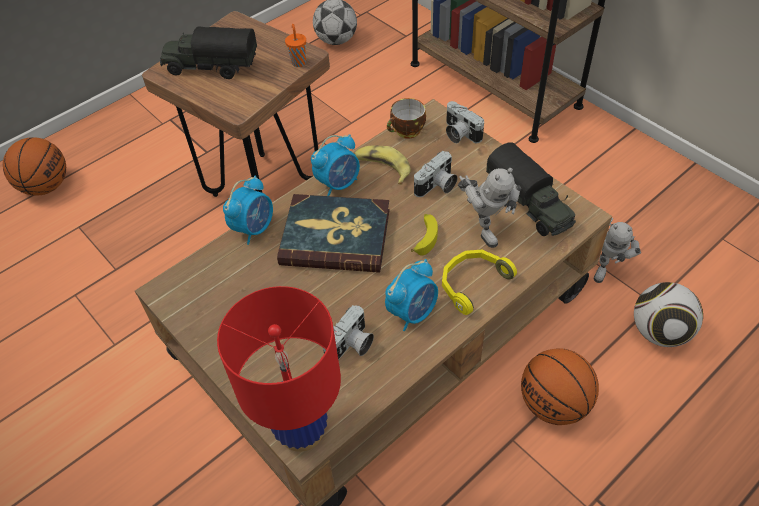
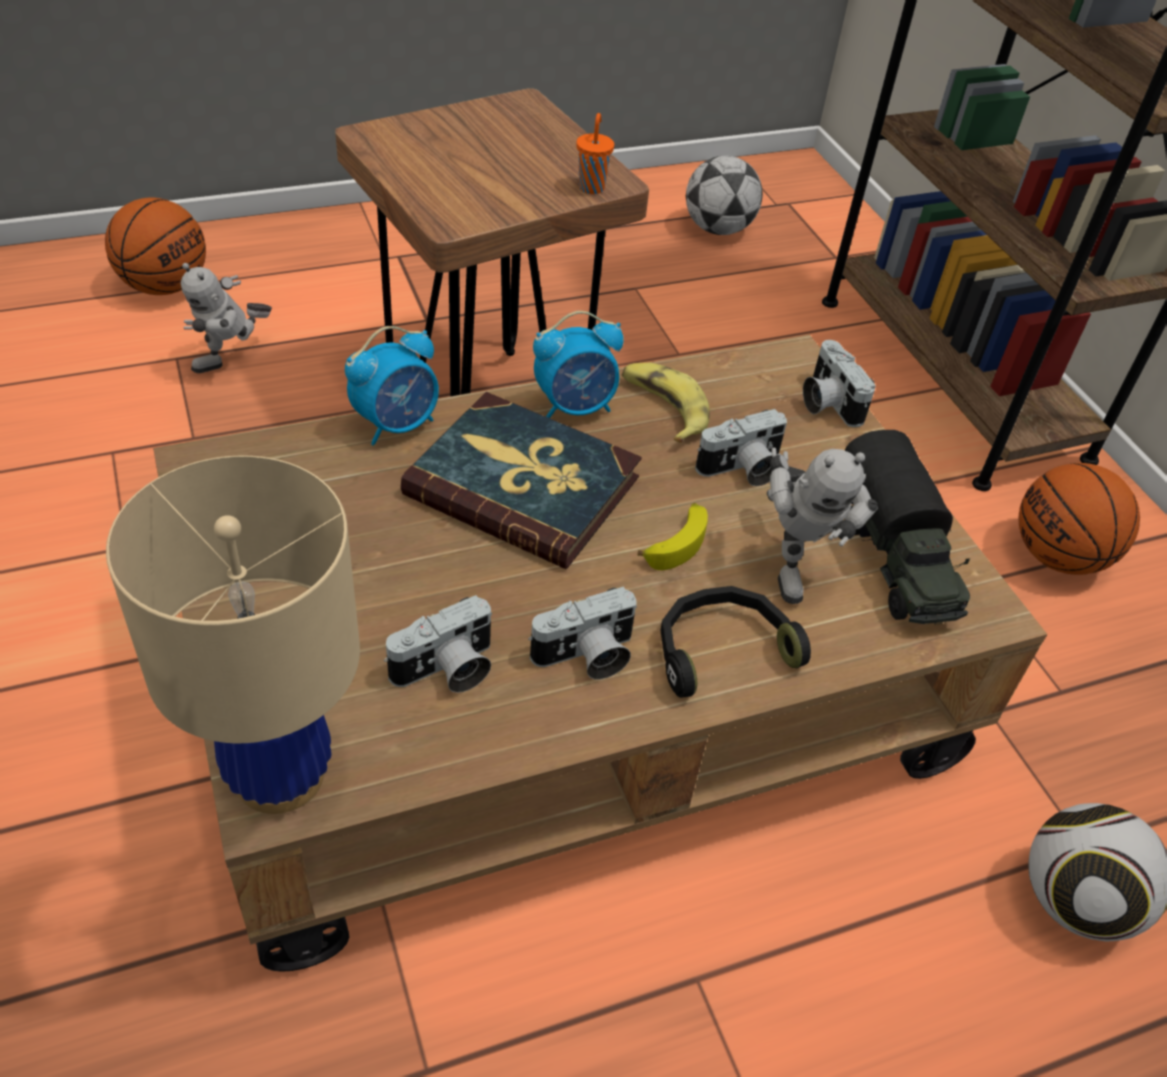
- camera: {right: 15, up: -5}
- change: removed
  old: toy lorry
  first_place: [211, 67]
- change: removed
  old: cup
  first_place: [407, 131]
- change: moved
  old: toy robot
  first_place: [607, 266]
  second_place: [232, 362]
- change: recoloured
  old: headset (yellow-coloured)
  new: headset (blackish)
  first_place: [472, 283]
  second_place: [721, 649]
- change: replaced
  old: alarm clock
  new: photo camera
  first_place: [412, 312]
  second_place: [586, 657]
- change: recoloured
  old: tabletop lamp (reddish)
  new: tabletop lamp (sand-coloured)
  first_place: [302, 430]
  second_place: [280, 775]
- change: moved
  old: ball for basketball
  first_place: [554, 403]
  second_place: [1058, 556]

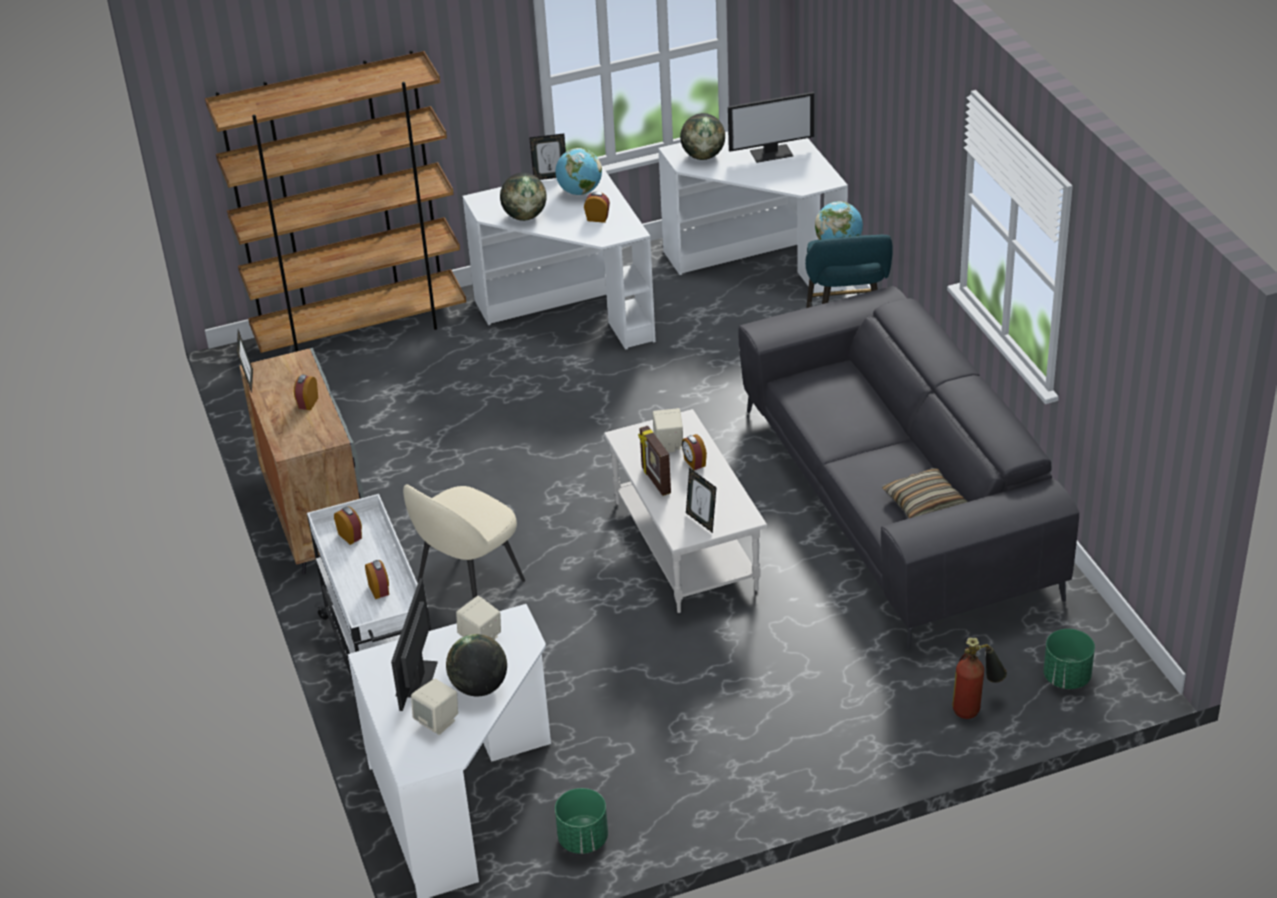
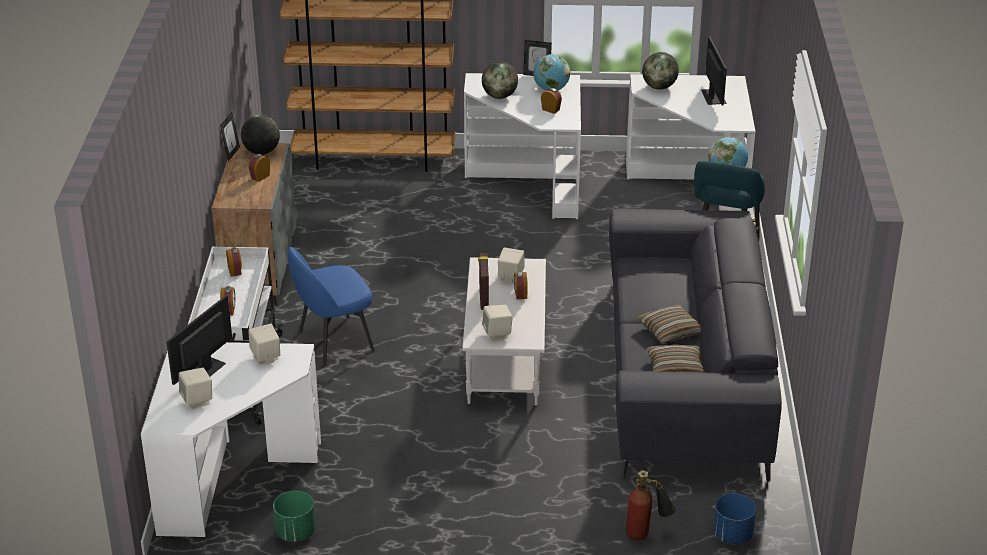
- camera: {right: 20, up: -5}
- change: turned
  old: computer display
  first_place: [771, 153]
  second_place: [712, 96]
  degrees: -105
- change: replaced
  old: standing frame
  new: speaker (sand-coloured)
  first_place: [701, 521]
  second_place: [497, 334]
- change: recoloured
  old: upright chair (sand-coloured)
  new: upright chair (bluish)
  first_place: [468, 583]
  second_place: [333, 341]
- change: recoloured
  old: planter (green-coloured)
  new: planter (bluish)
  first_place: [1066, 677]
  second_place: [732, 535]
- change: moved
  old: globe
  first_place: [479, 687]
  second_place: [262, 152]
- change: added
  new: throw pillow
  second_place: [670, 331]

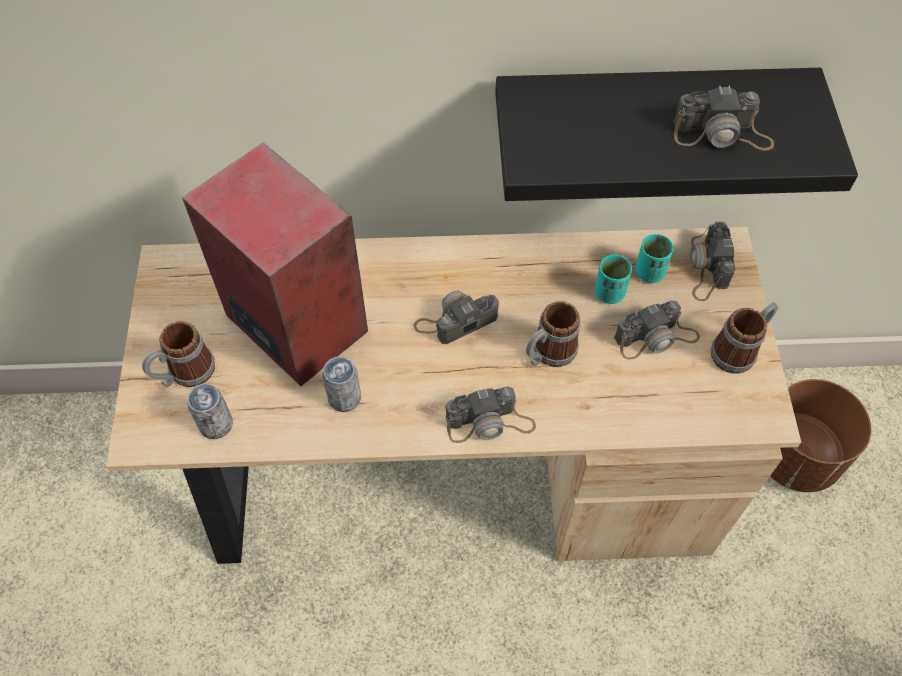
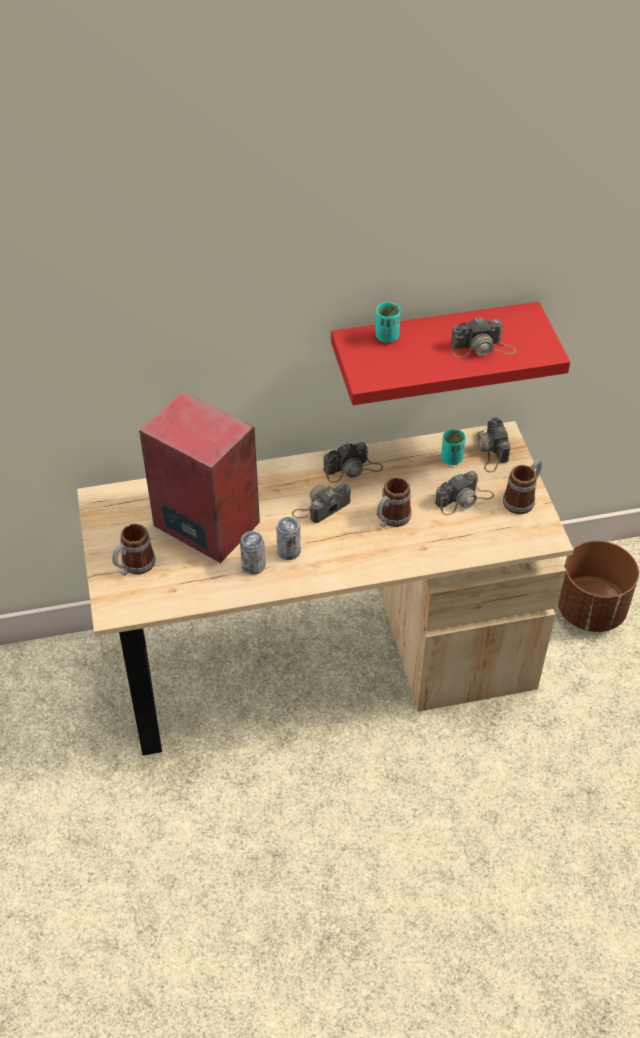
- camera: {right: -10, up: -10}
- change: recoloured
  old: bracket shelf (blackish)
  new: bracket shelf (reddish)
  first_place: [648, 115]
  second_place: [433, 346]
- change: moved
  old: cup (turquoise)
  first_place: [609, 293]
  second_place: [387, 336]
- change: moved
  old: can
  first_place: [216, 424]
  second_place: [288, 551]
- change: moved
  old: photo camera
  first_place: [489, 423]
  second_place: [352, 469]

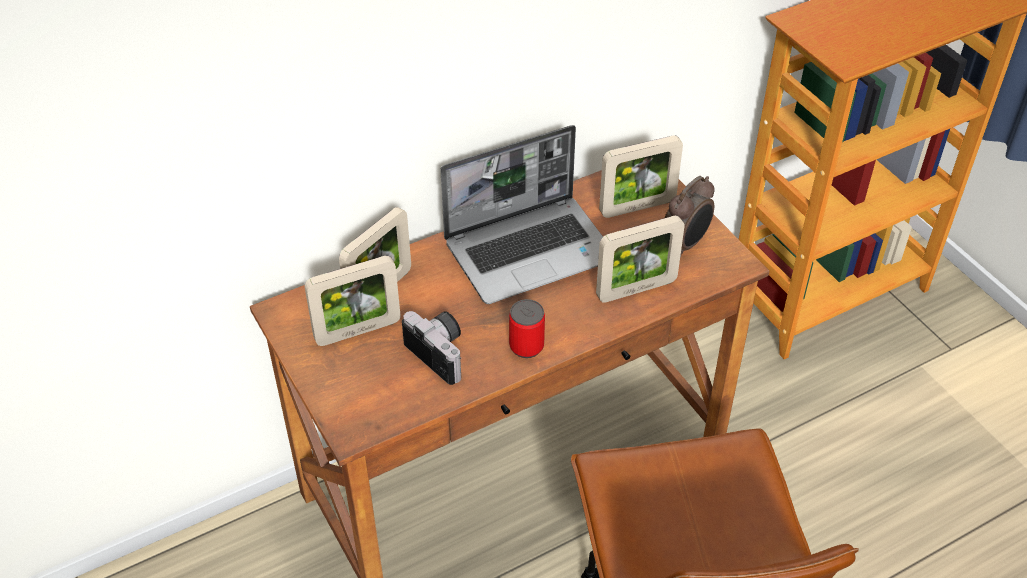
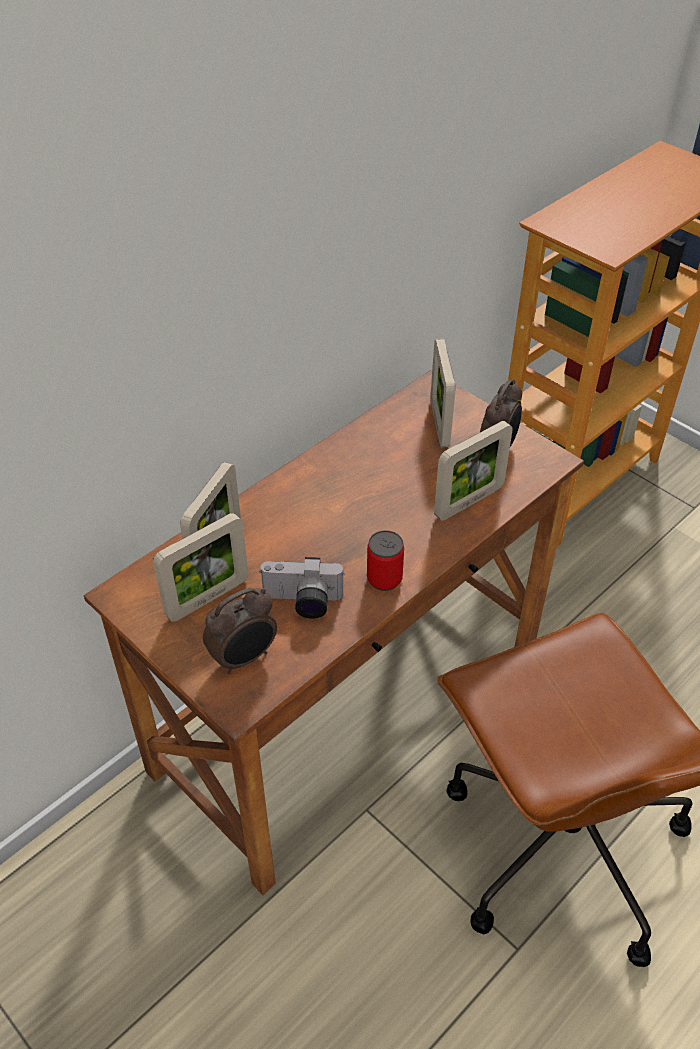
- camera: {right: -15, up: 0}
- change: removed
  old: portable computer
  first_place: [531, 250]
- change: turned
  old: standing frame
  first_place: [637, 207]
  second_place: [439, 423]
  degrees: 120
- change: turned
  old: photo camera
  first_place: [442, 353]
  second_place: [302, 603]
  degrees: 150
- change: added
  new: alarm clock
  second_place: [244, 658]

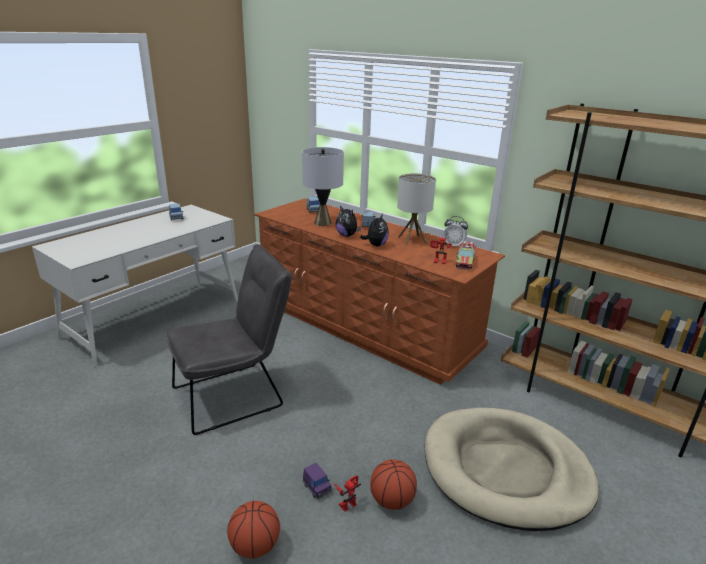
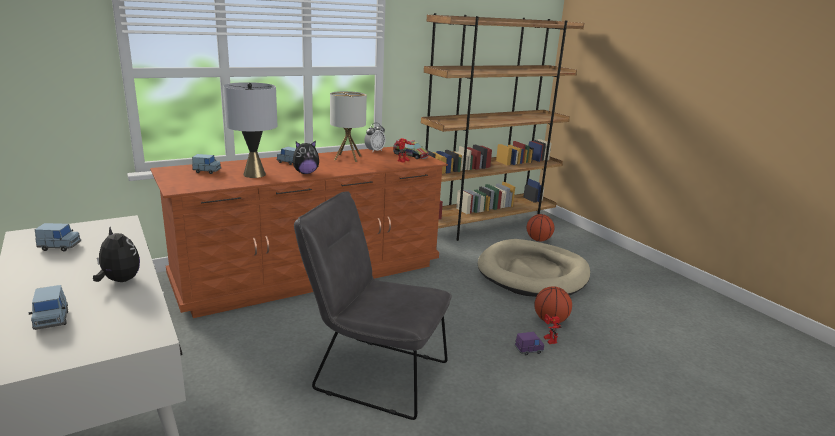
- camera: {right: -70, up: -5}
- change: moved
  old: plush toy
  first_place: [376, 245]
  second_place: [119, 280]
- change: turned
  old: upright chair (grey)
  first_place: [235, 395]
  second_place: [373, 373]
  degrees: -60
- change: moved
  old: ball for basketball
  first_place: [255, 546]
  second_place: [538, 240]
- change: added
  new: miniature car (bluish)
  second_place: [51, 320]

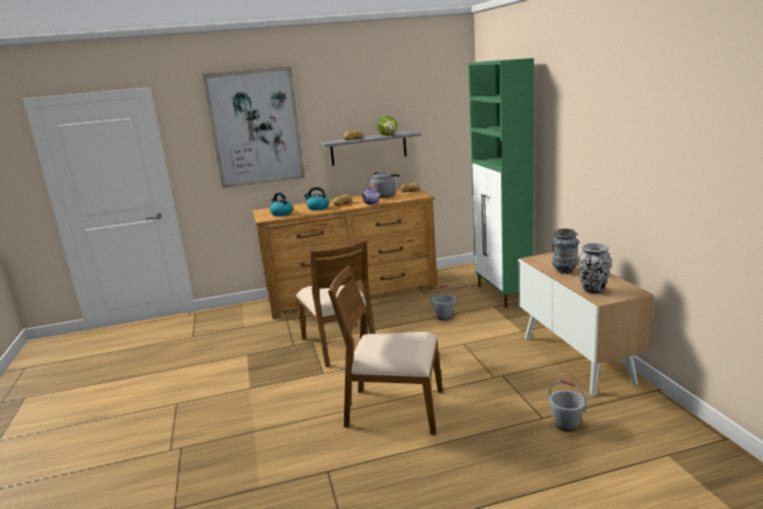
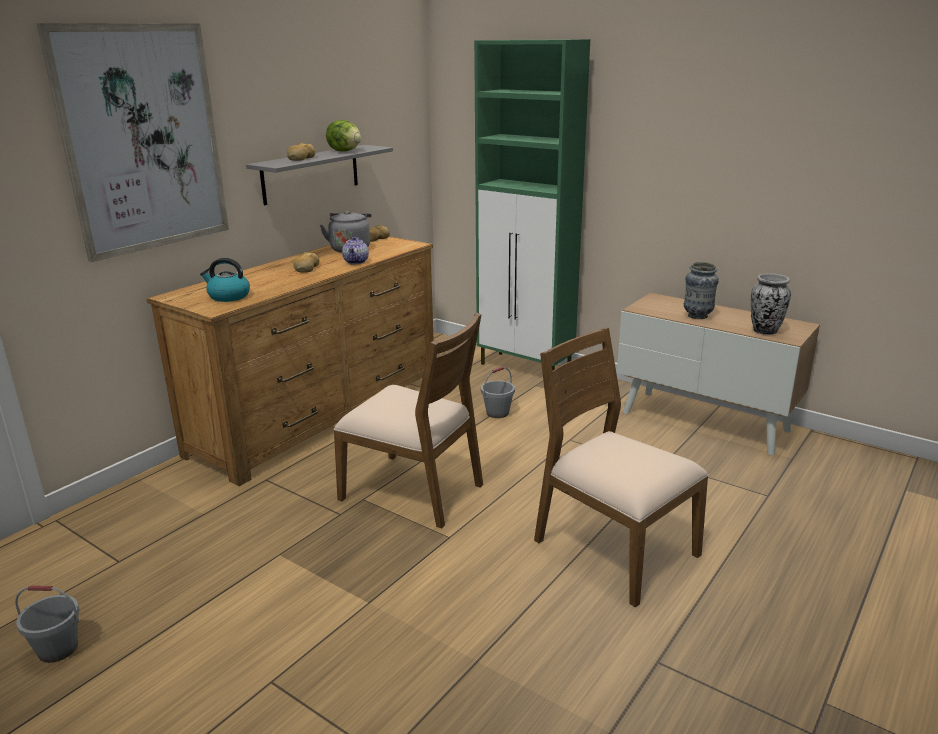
- camera: {right: -40, up: 5}
- change: removed
  old: tea kettle
  first_place: [317, 208]
- change: turned
  old: upright chair (brown-coloured)
  first_place: [394, 409]
  second_place: [613, 548]
  degrees: 75
- change: moved
  old: bucket (grey)
  first_place: [566, 424]
  second_place: [57, 649]

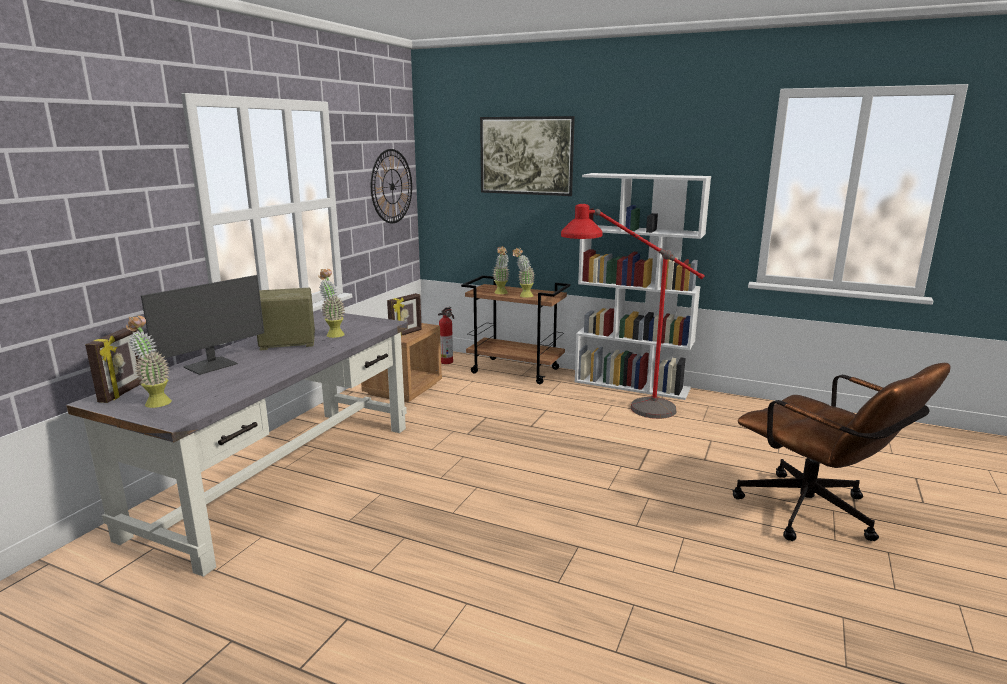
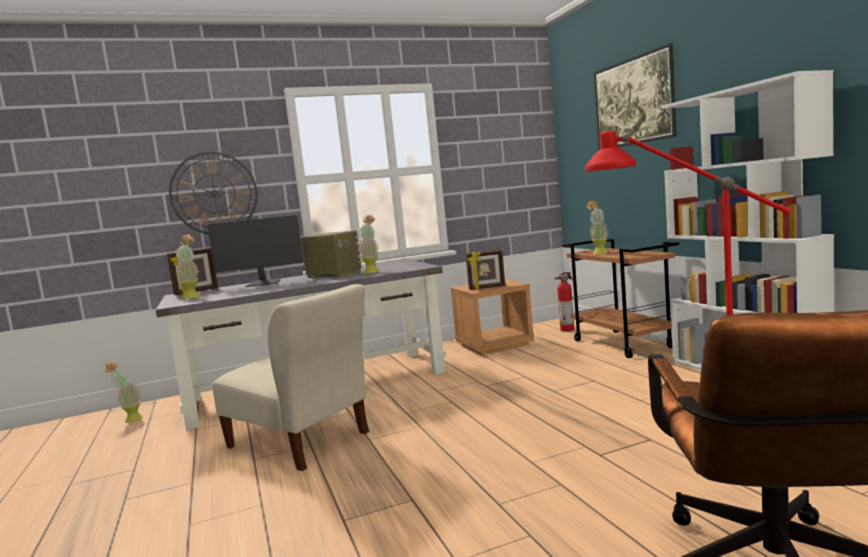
- camera: {right: 45, up: -10}
- change: moved
  old: clock on the wall
  first_place: [392, 186]
  second_place: [214, 193]
- change: moved
  old: houseplant
  first_place: [523, 296]
  second_place: [129, 420]
- change: added
  new: upright chair (sand-coloured)
  second_place: [301, 442]

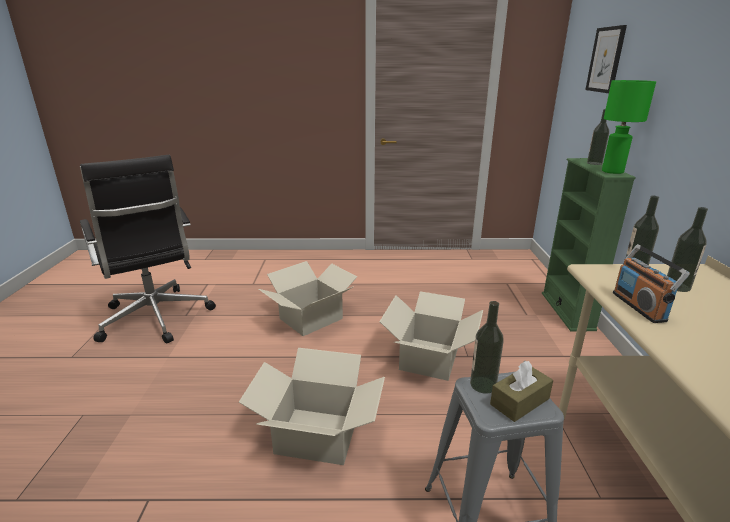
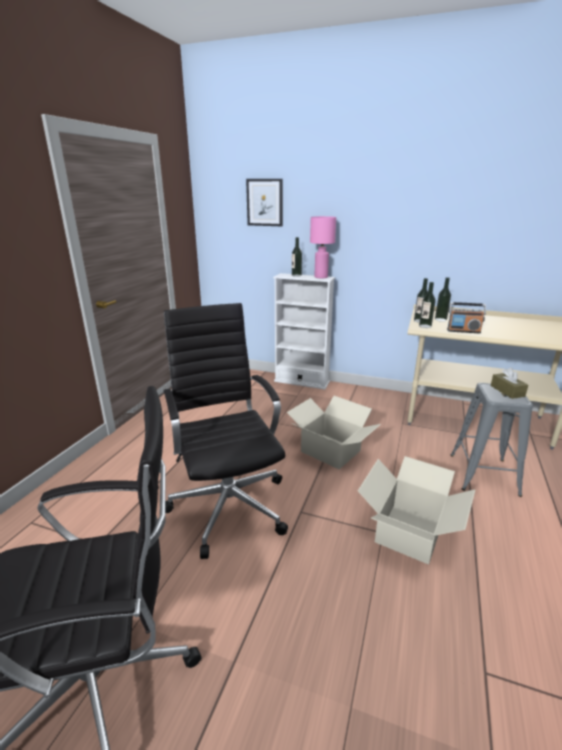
- camera: {right: -70, up: 0}
- change: recoloured
  old: tabletop lamp (green-coloured)
  new: tabletop lamp (pinkish)
  first_place: [612, 171]
  second_place: [320, 277]
- change: recoloured
  old: bookcase (green-coloured)
  new: bookcase (white)
  first_place: [567, 311]
  second_place: [301, 381]
- change: replaced
  old: carton
  new: office chair (blackish)
  first_place: [311, 318]
  second_place: [229, 504]
- change: moved
  old: drink bottle
  first_place: [483, 385]
  second_place: [425, 326]

